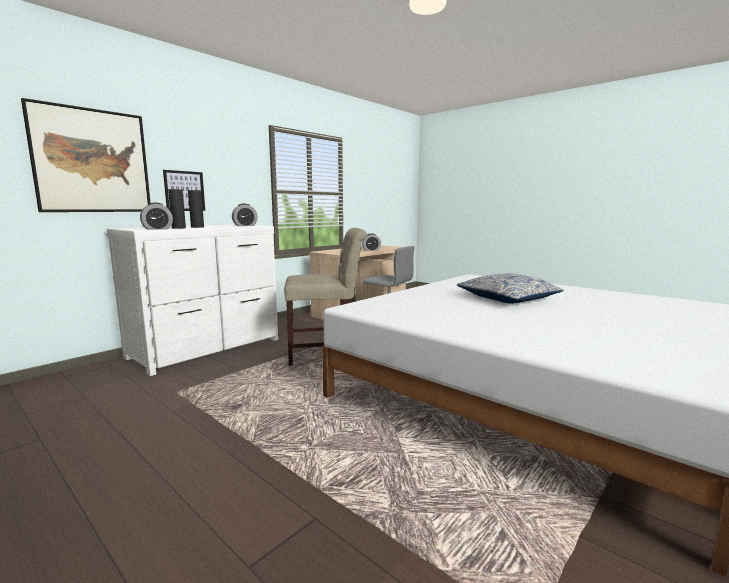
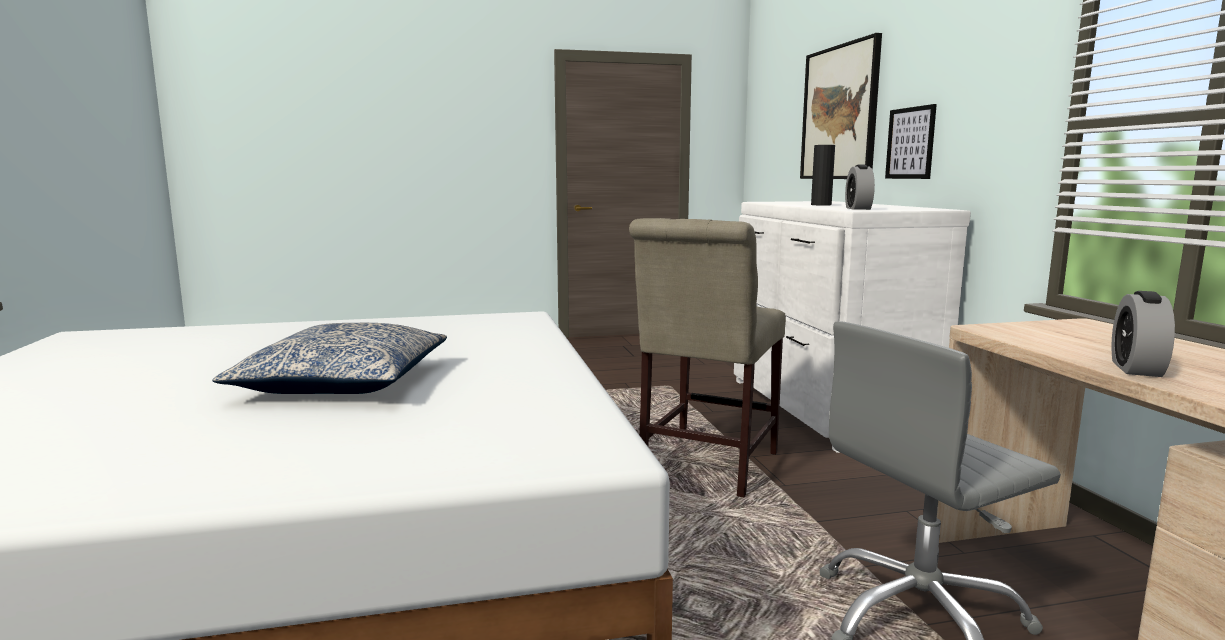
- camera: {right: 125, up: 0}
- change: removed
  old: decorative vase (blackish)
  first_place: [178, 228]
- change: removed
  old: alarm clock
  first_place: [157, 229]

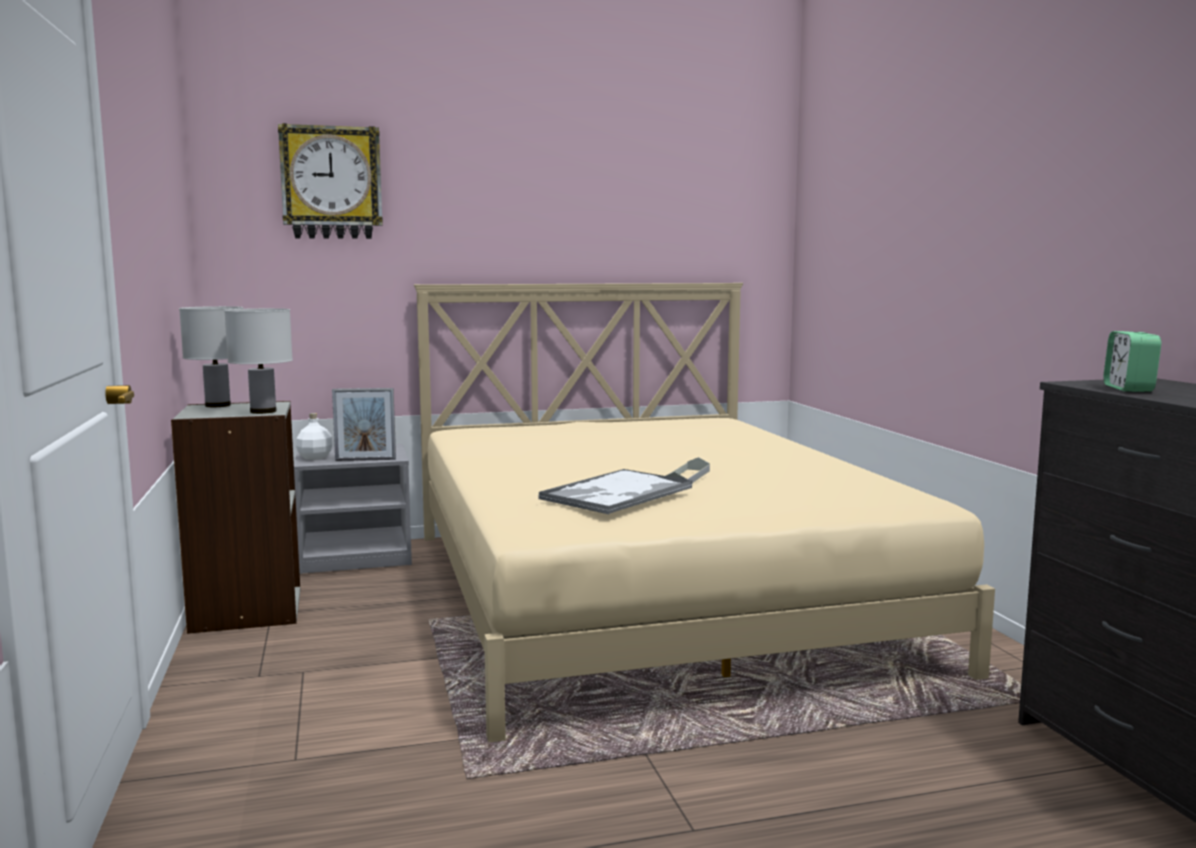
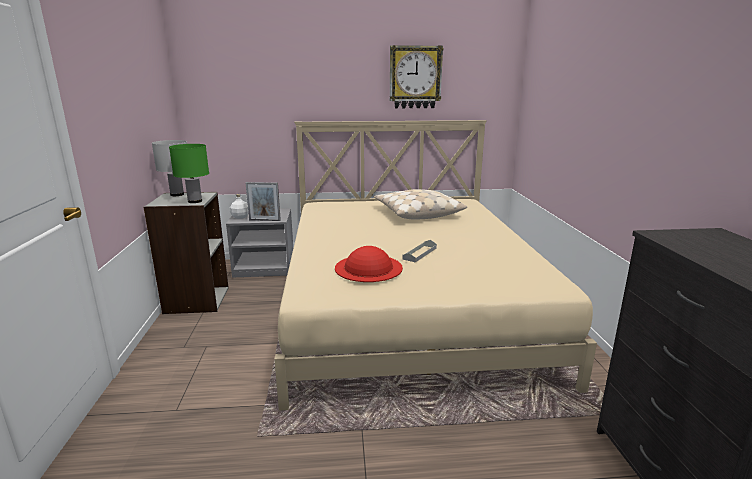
- camera: {right: 10, up: 10}
- change: moved
  old: clock on the wall
  first_place: [331, 183]
  second_place: [415, 77]
- change: recoloured
  old: tabletop lamp (white)
  new: tabletop lamp (green-coloured)
  first_place: [262, 411]
  second_place: [194, 201]
- change: removed
  old: alarm clock
  first_place: [1128, 389]
- change: replaced
  old: carrying tray
  new: wearable hat (reddish)
  first_place: [616, 494]
  second_place: [368, 268]
- change: added
  new: throw pillow (sand-coloured)
  second_place: [417, 213]

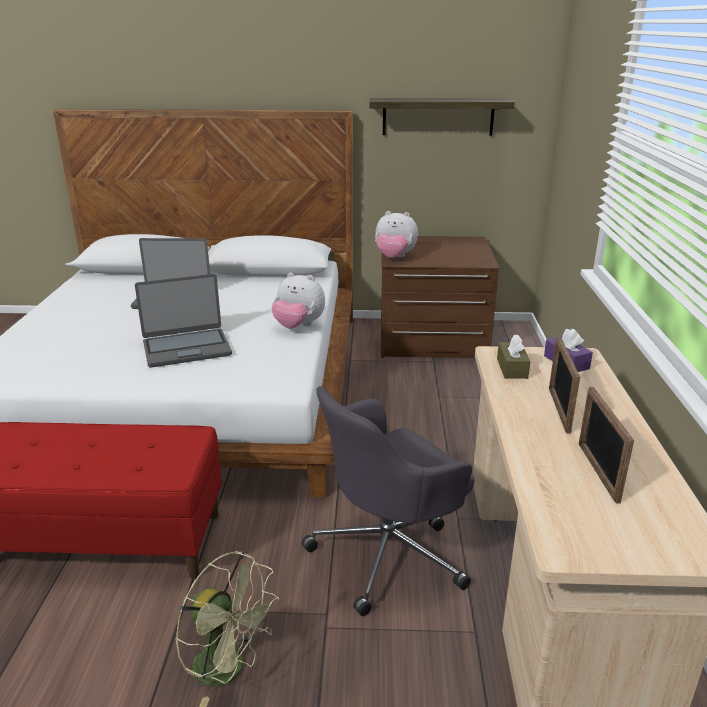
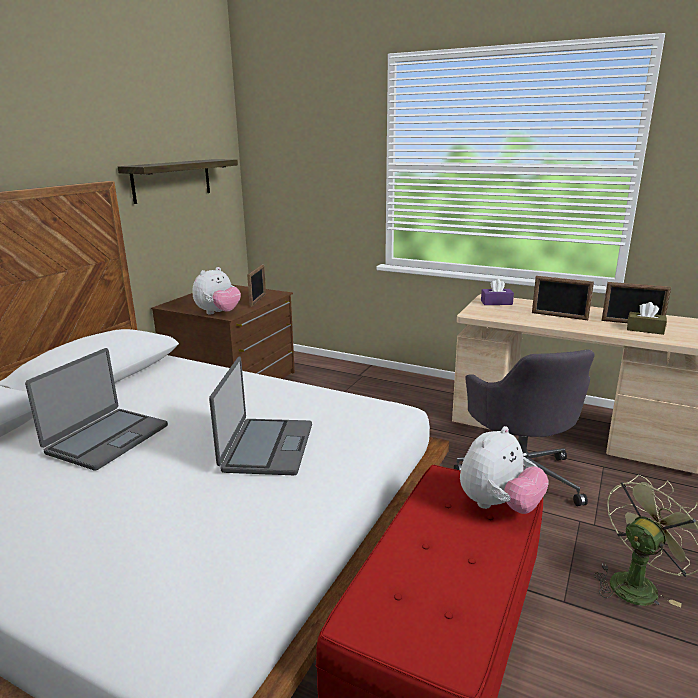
- camera: {right: -65, up: -5}
- change: moved
  old: plush toy
  first_place: [298, 326]
  second_place: [498, 506]
- change: moved
  old: tissue box (brown-coloured)
  first_place: [512, 368]
  second_place: [645, 329]
- change: added
  new: standing frame
  second_place: [258, 300]

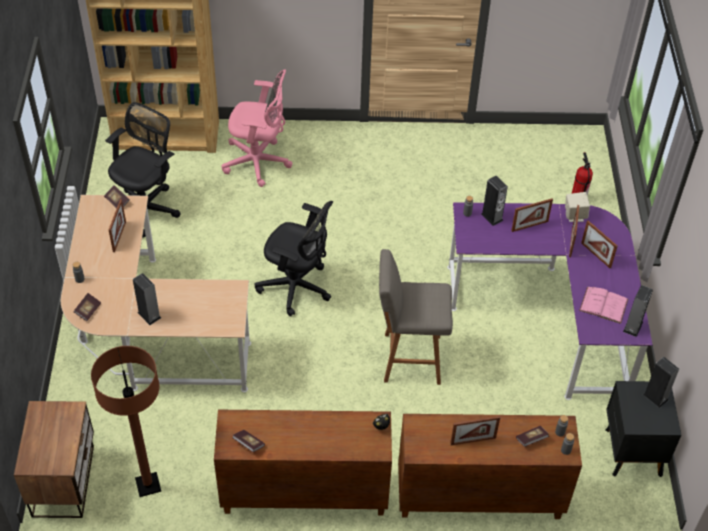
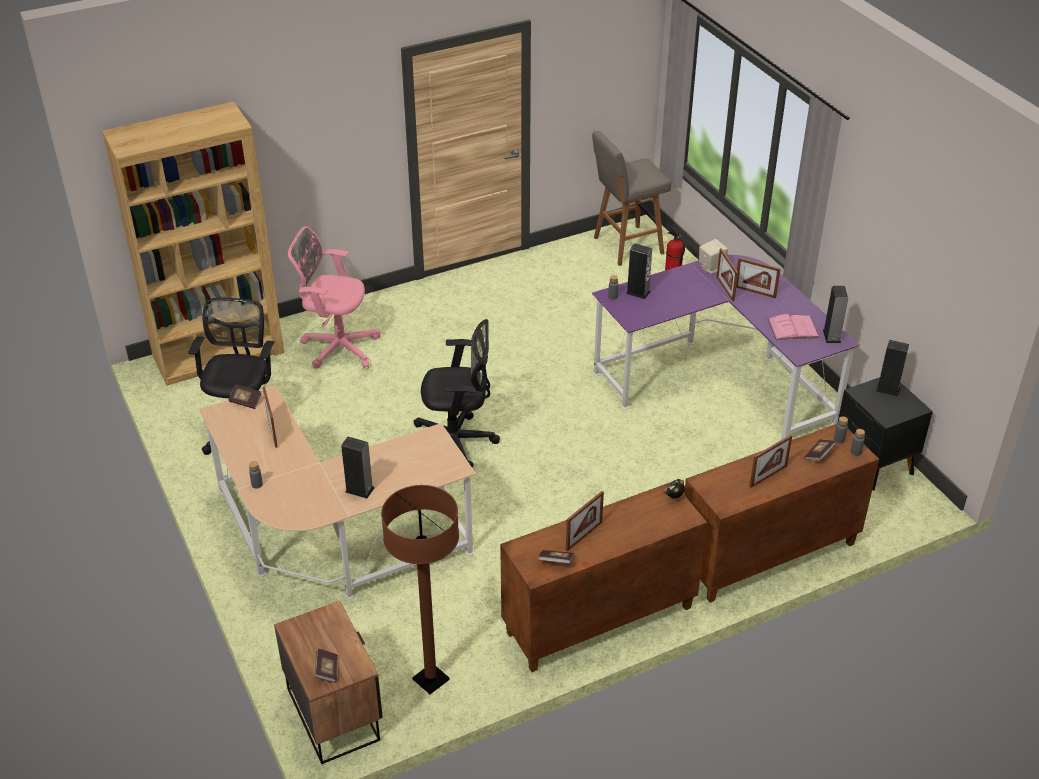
- camera: {right: -25, up: -10}
- change: turned
  old: office chair (pinkish)
  first_place: [259, 162]
  second_place: [337, 347]
  degrees: -150
- change: moved
  old: standing frame
  first_place: [529, 226]
  second_place: [584, 536]
- change: moved
  old: sitting stool (grey)
  first_place: [409, 358]
  second_place: [626, 246]
- change: moved
  old: book
  first_place: [88, 310]
  second_place: [327, 670]

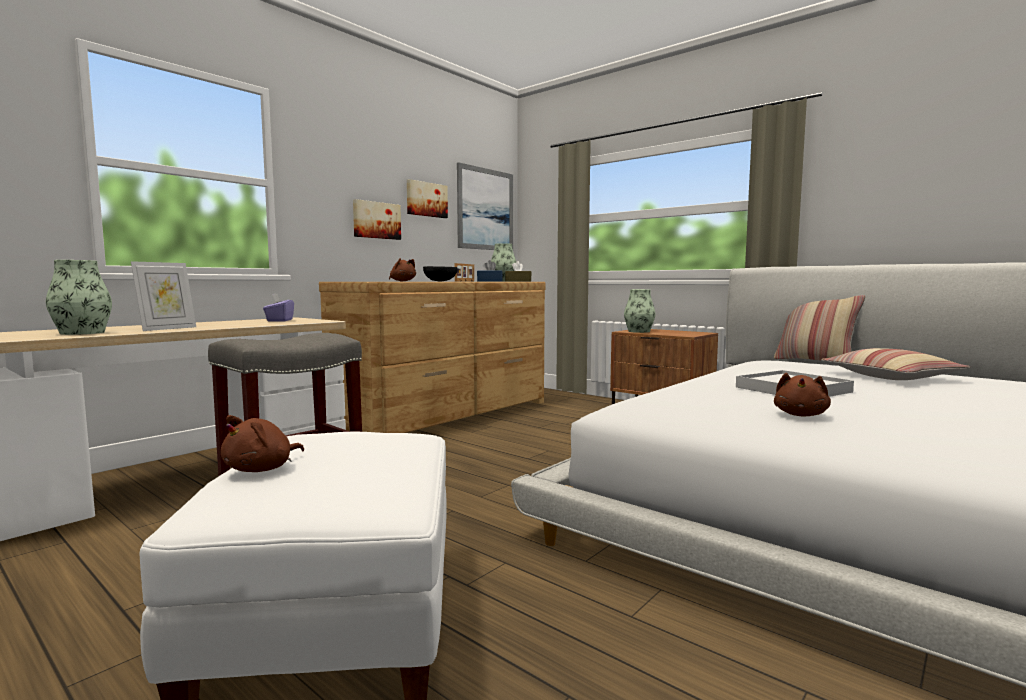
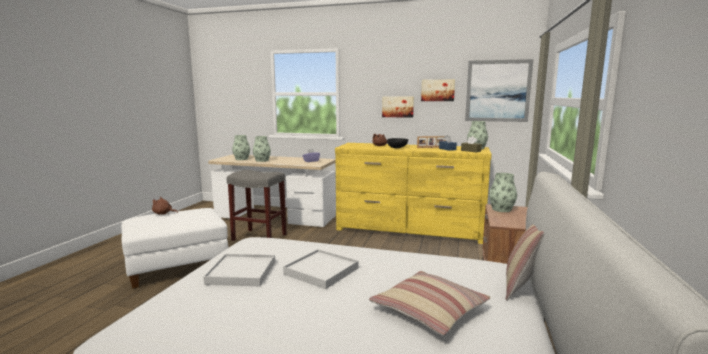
- camera: {right: 65, up: 5}
- change: replaced
  old: standing frame
  new: decorative vase
  first_place: [167, 328]
  second_place: [262, 160]
- change: recoloured
  old: drawer chest (brown-coloured)
  new: drawer chest (yellow-coloured)
  first_place: [448, 416]
  second_place: [409, 229]
- change: replaced
  old: plush toy (brown-coloured)
  new: carrying tray (white)
  first_place: [801, 415]
  second_place: [242, 273]

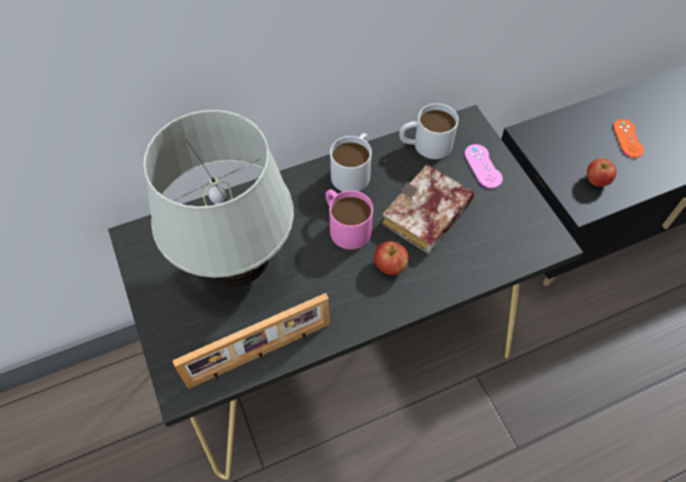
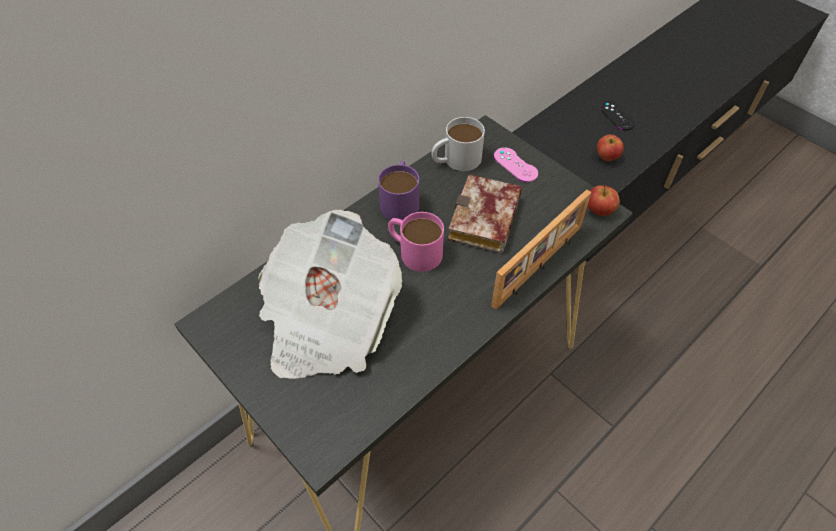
- camera: {right: -20, up: -5}
- change: replaced
  old: tabletop lamp (white)
  new: printed paper
  first_place: [238, 268]
  second_place: [328, 320]
- change: recoloured
  old: game controller (orange-coloured)
  new: game controller (blackish)
  first_place: [628, 138]
  second_place: [616, 115]
- change: recoloured
  old: mug (white)
  new: mug (purplish)
  first_place: [354, 170]
  second_place: [400, 200]
- change: moved
  old: whole apple
  first_place: [390, 266]
  second_place: [599, 210]
- change: moved
  old: standing frame
  first_place: [260, 355]
  second_place: [539, 267]

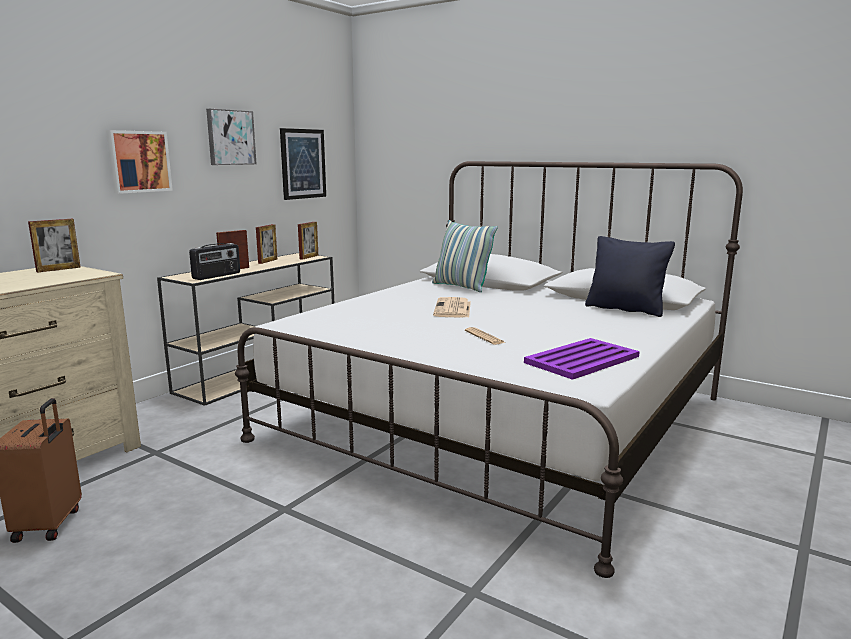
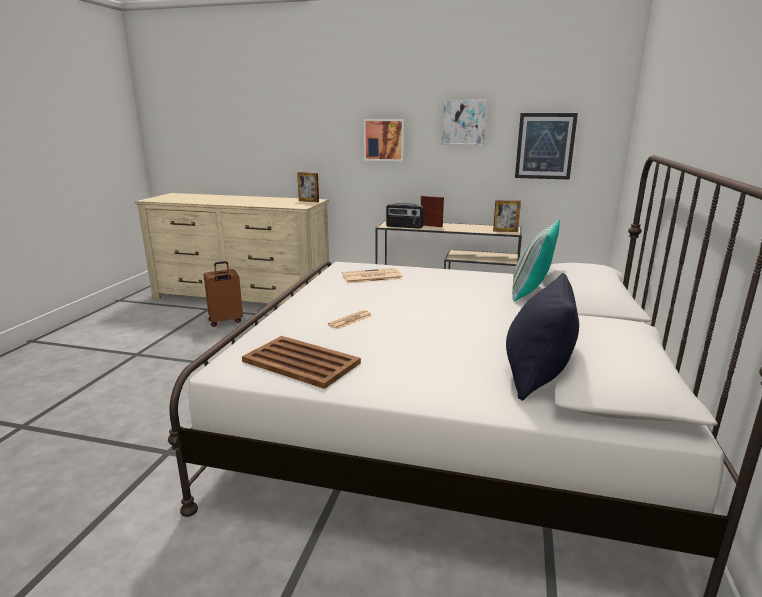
- camera: {right: 70, up: 5}
- change: removed
  old: standing frame
  first_place: [268, 261]
- change: moved
  old: printed paper
  first_place: [453, 309]
  second_place: [371, 277]
- change: recoloured
  old: carrying tray (purplish)
  new: carrying tray (brown-coloured)
  first_place: [583, 359]
  second_place: [302, 362]

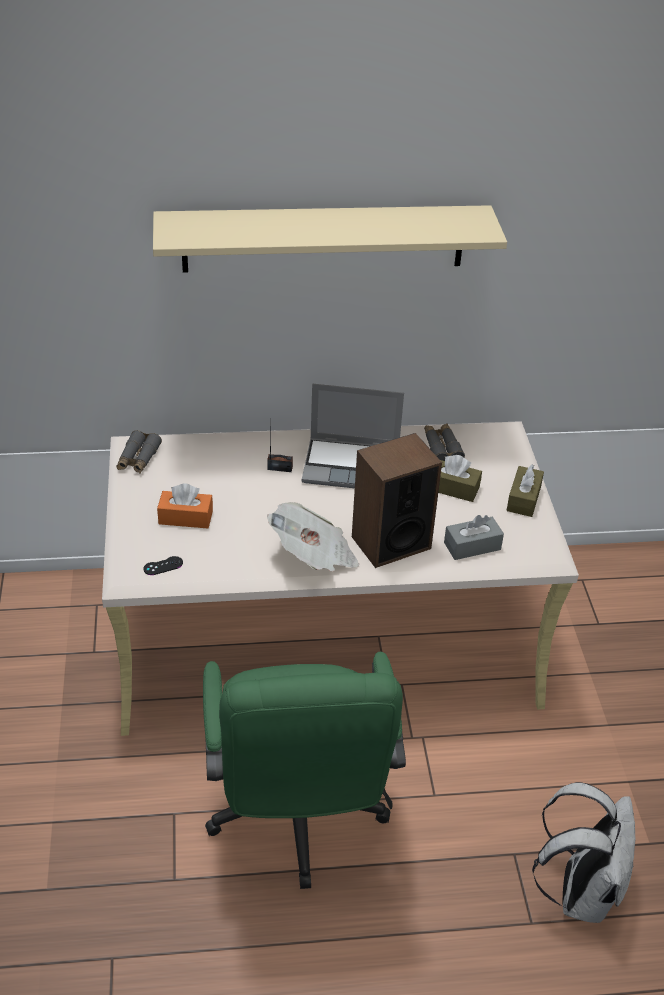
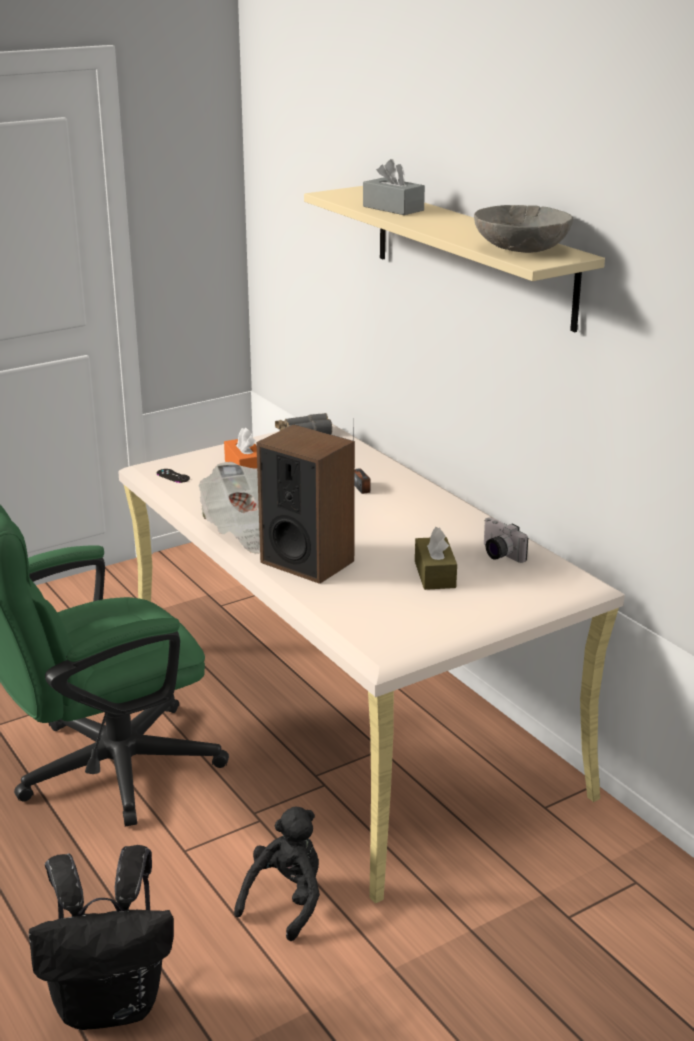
- camera: {right: 65, up: -15}
- change: removed
  old: portable computer
  first_place: [352, 465]
- change: replaced
  old: field glasses (grey)
  new: photo camera
  first_place: [442, 448]
  second_place: [498, 554]
- change: removed
  old: tissue box (brown-coloured)
  first_place: [523, 499]
- change: moved
  old: tissue box (grey)
  first_place: [472, 546]
  second_place: [393, 208]
- change: recoloured
  old: backpack (white)
  new: backpack (blackish)
  first_place: [579, 891]
  second_place: [111, 1003]
- change: added
  new: bowl (grey)
  second_place: [521, 249]
- change: added
  new: plush toy (blackish)
  second_place: [286, 900]

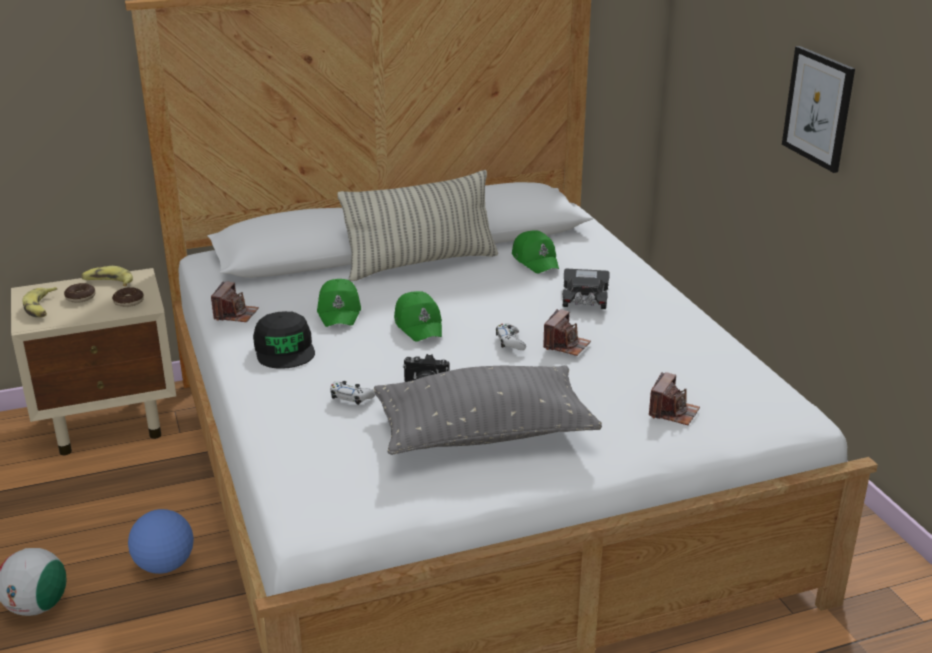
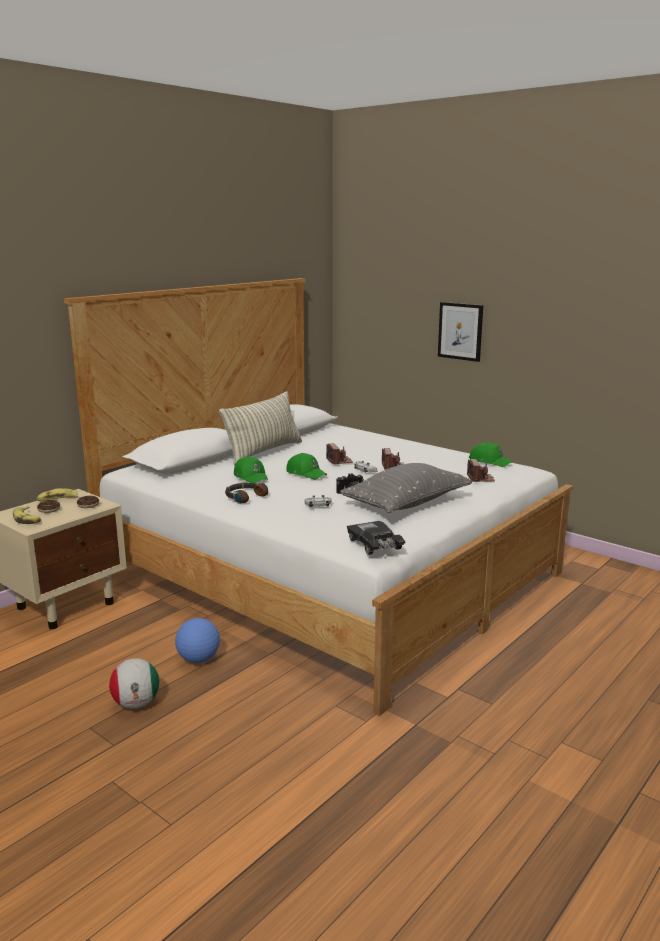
- camera: {right: -30, up: -10}
- change: moved
  old: cap (green-coloured)
  first_place: [536, 260]
  second_place: [489, 461]
- change: moved
  old: miniature car (blackish)
  first_place: [584, 297]
  second_place: [375, 544]
- change: moved
  old: photo camera
  first_place: [235, 314]
  second_place: [339, 461]
- change: replaced
  old: cap (blackish)
  new: headset
  first_place: [284, 349]
  second_place: [245, 497]

